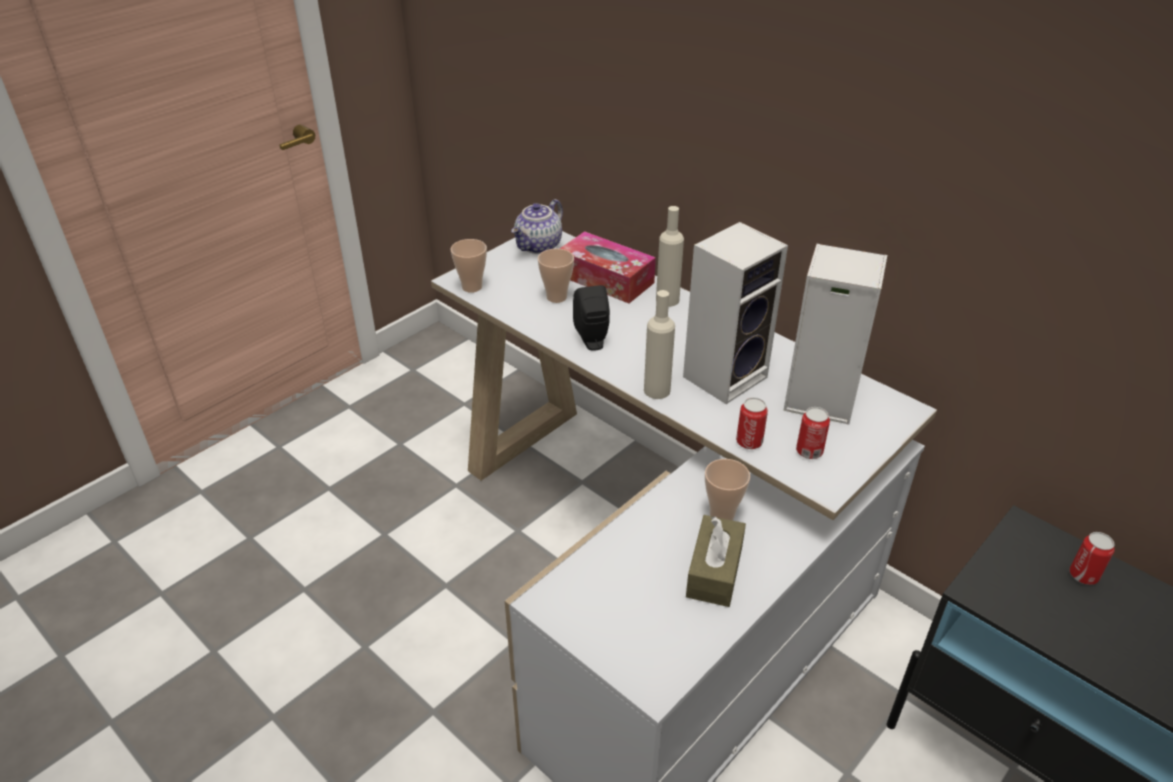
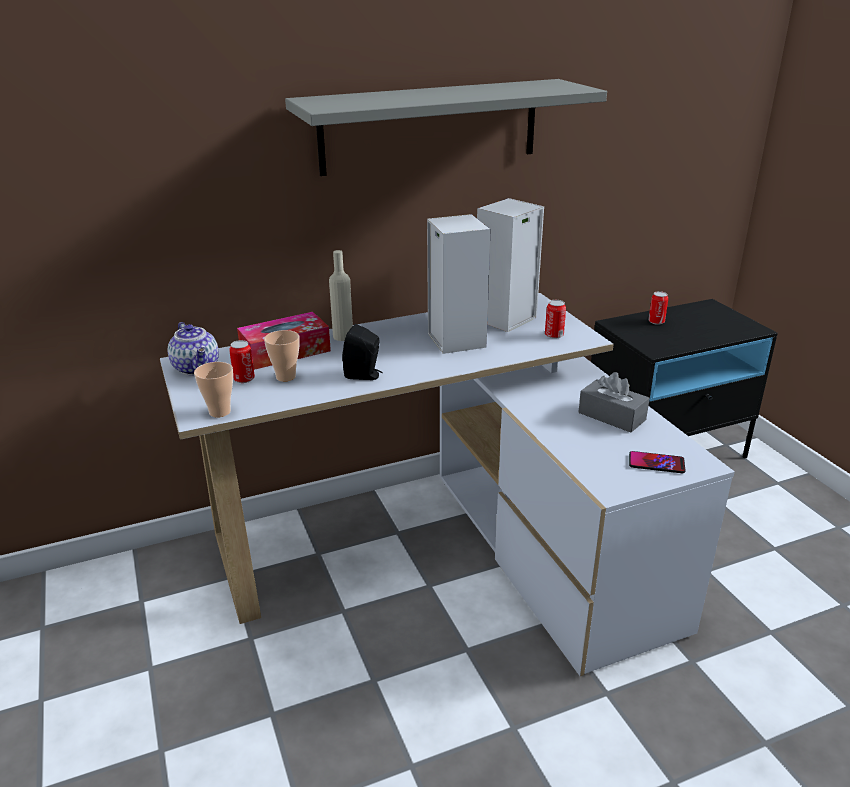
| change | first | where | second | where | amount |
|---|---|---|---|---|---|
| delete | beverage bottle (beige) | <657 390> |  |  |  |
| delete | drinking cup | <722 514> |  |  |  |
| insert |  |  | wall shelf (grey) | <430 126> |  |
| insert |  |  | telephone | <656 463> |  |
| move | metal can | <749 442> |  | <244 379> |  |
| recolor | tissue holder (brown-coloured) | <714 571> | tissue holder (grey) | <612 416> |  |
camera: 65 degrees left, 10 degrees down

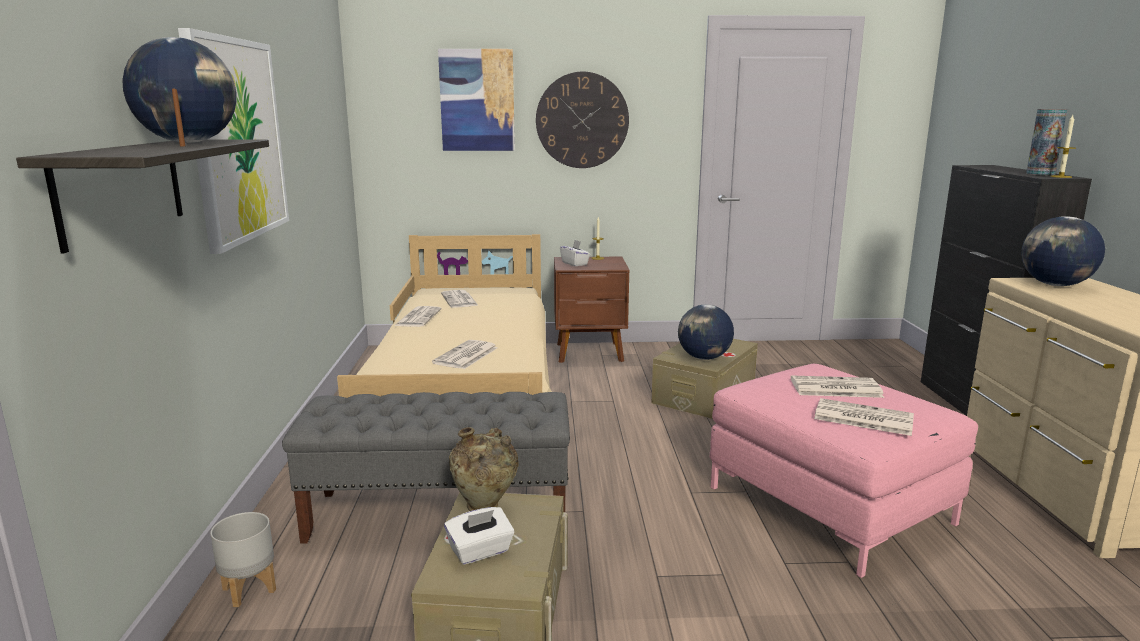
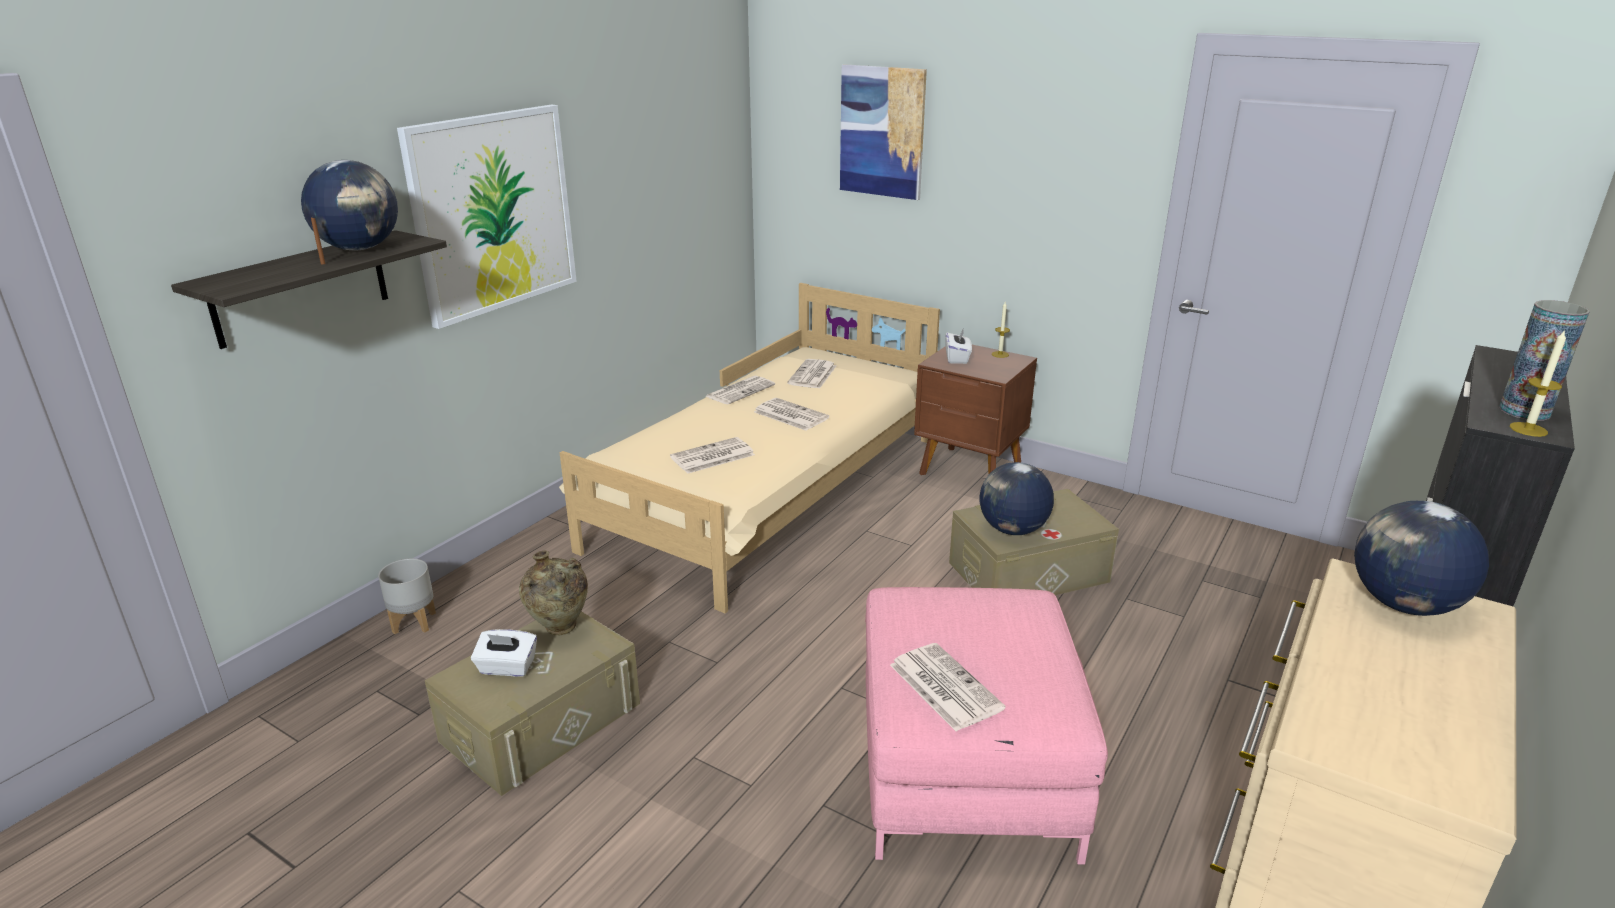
| change | first | where | second | where | amount |
|---|---|---|---|---|---|
| delete | bench (grey) | <440 514> |  |  |  |
| delete | clock on the wall | <582 120> |  |  |  |
| move | printed paper | <834 388> |  | <789 415> |  |
camera: 35 degrees right, 10 degrees up

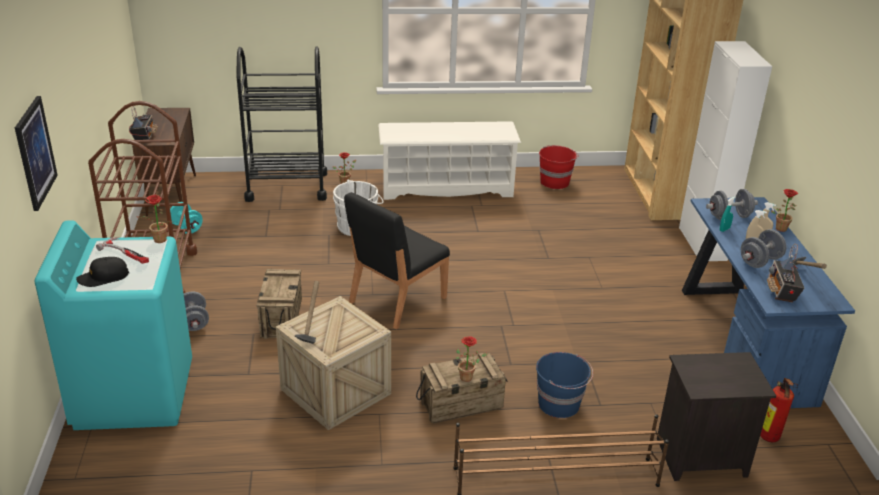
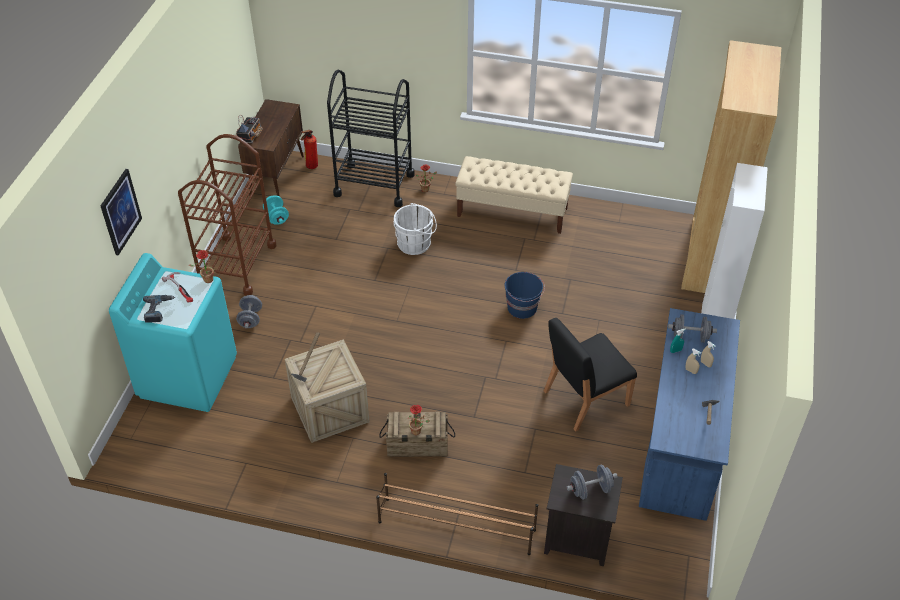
| change | first | where | second | where | amount |
|---|---|---|---|---|---|
| delete | shipping crate | <281 318> |  |  |  |
| delete | water bucket (red) | <555 182> |  |  |  |
| delete | radio receiver | <782 292> |  |  |  |
| delete | potted plant | <780 227> |  |  |  |
| move | plain chair (black) | <396 300> |  | <585 398> |  |
| move | water bucket (blue) | <559 404> |  | <522 308> |  |
| move | free weight (grey) | <760 261> |  | <590 489> |  |
| move | fire-fighting cylinder | <769 439> |  | <310 167> |  |
| replace | baseball cap (black) | <103 277> | electric drill | <158 310> |  |
| replace | shoe shelf (whitish) | <447 187> | bench (beige) | <512 212> |  |
camera: 20 degrees right, 15 degrees up

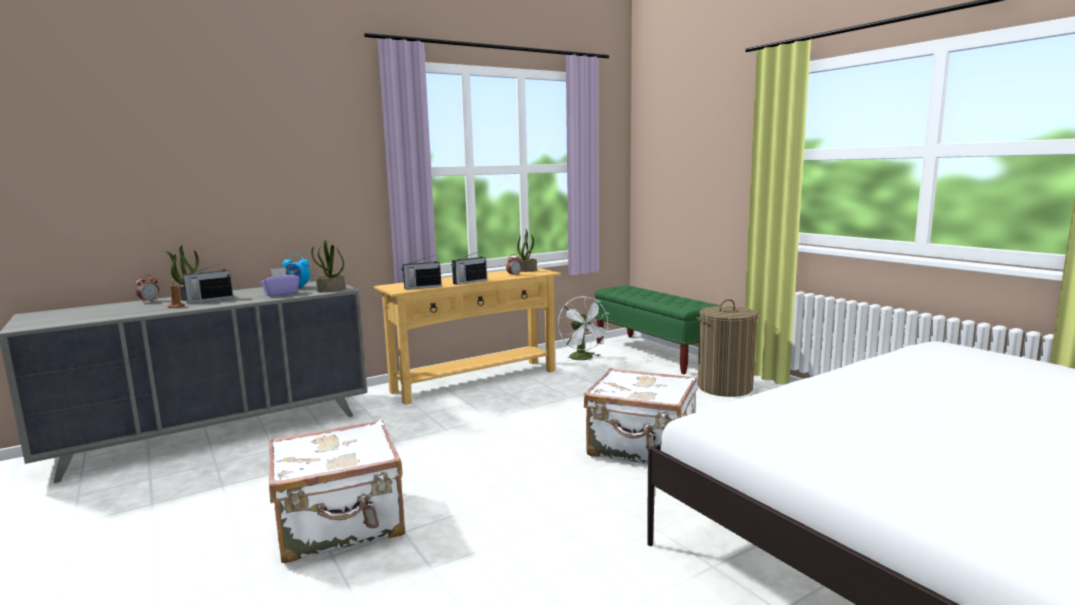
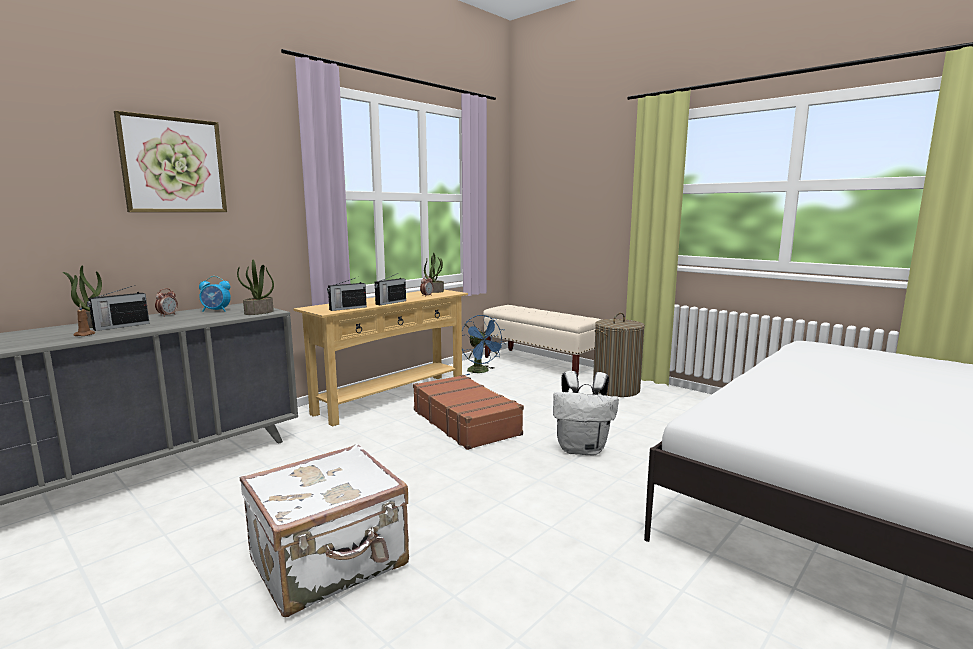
| change | first | where | second | where | amount |
|---|---|---|---|---|---|
| delete | tissue holder (purple) | <281 294> |  |  |  |
| insert |  |  | wall picture | <173 165> |  |
| insert |  |  | suitcase (brown-coloured) | <466 422> |  |
| move | alarm clock | <149 301> |  | <167 315> |  |
| replace | suitcase (whitish) | <642 448> | rucksack (whitish) | <582 449> |  |
| recolor | electric fan (whitish) | <584 359> | electric fan (blue) | <481 371> |  |
| recolor | bench (green-coloured) | <654 354> | bench (beige) | <540 364> |  |
camera: 15 degrees left, 0 degrees up

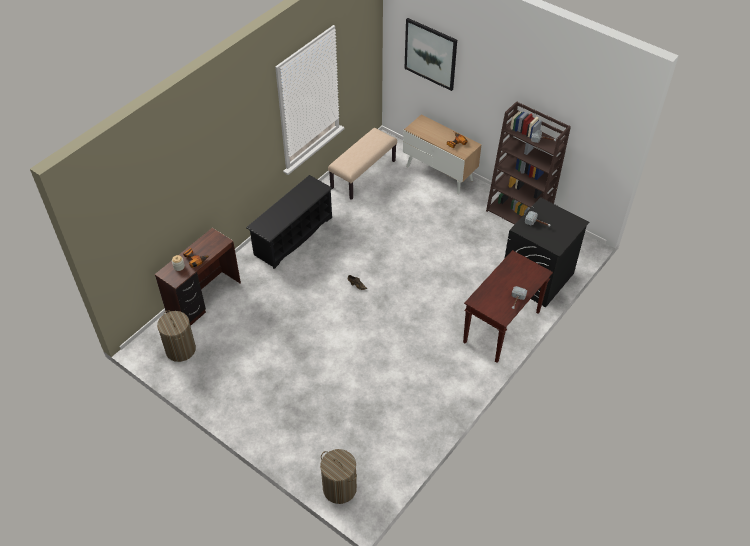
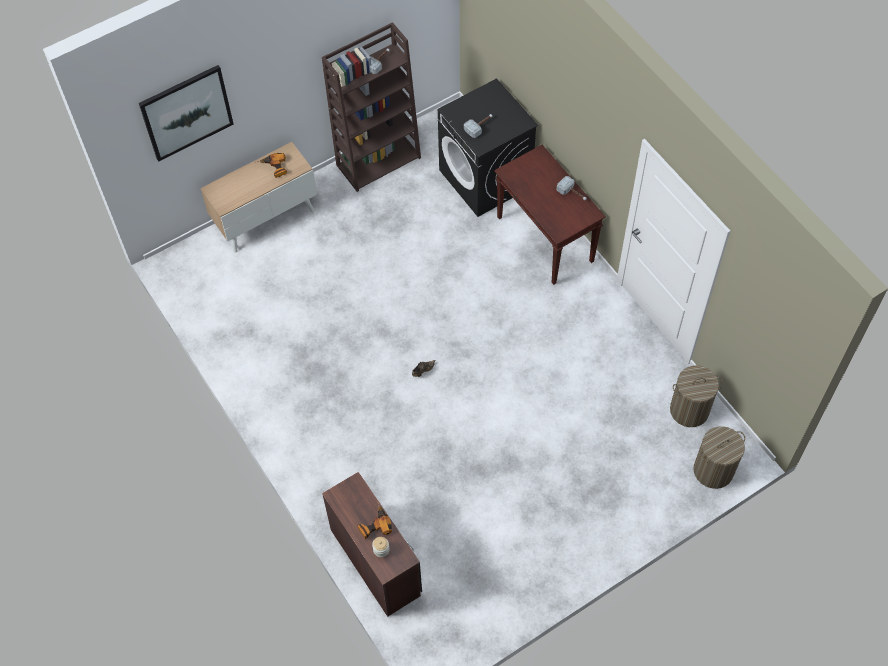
| change | first | where | second | where | amount |
|---|---|---|---|---|---|
| delete | shoe shelf (black) | <293 236> |  |  |  |
| delete | bench (beige) | <363 174> |  |  |  |
| move | washing basket | <180 349> |  | <689 410> |  |
camera: 70 degrees left, 10 degrees up

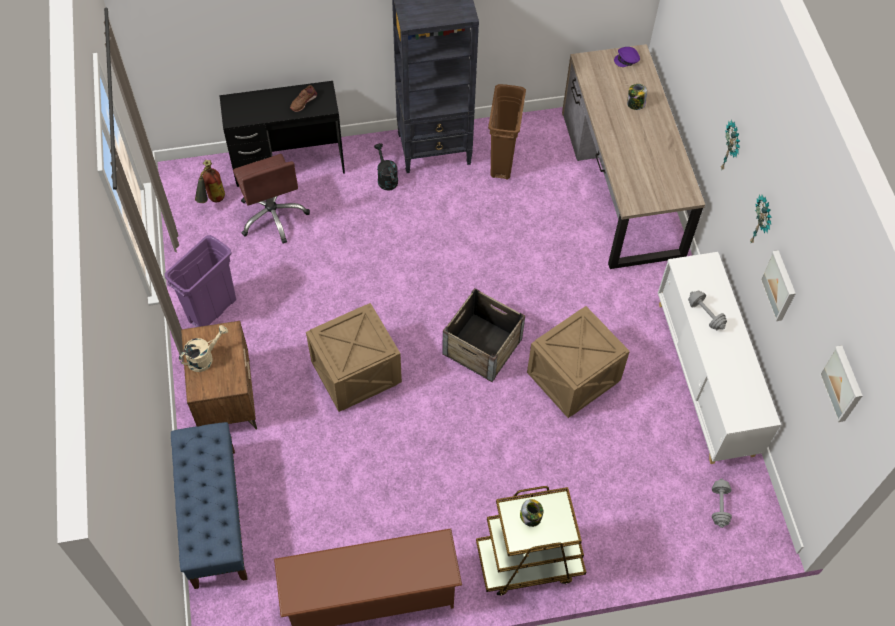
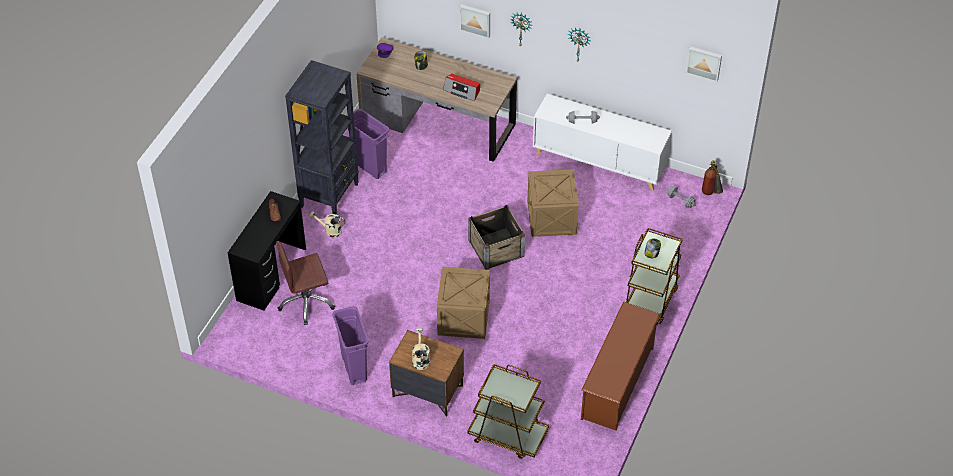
| change | first | where | second | where | amount |
|---|---|---|---|---|---|
| insert |  |  | radio receiver | <462 90> |  |
| move | fire-fighting cylinder | <213 201> |  | <710 195> |  |
| move | wall picture | <780 285> |  | <475 20> |  |
| replace | bench (blue) | <215 516> | wheeled cart (brown-coloured) | <507 435> |  |
| recolor | watering can (black) | <386 178> | watering can (beige) | <330 230> |  |
| recolor | waste bin (brown-coloured) | <502 160> | waste bin (purple) | <369 167> |  |
| rotate | desk chair (brown-coloured) | <273 216> |  | <306 302> | 150 degrees clockwise |
camera: 55 degrees left, 10 degrees down

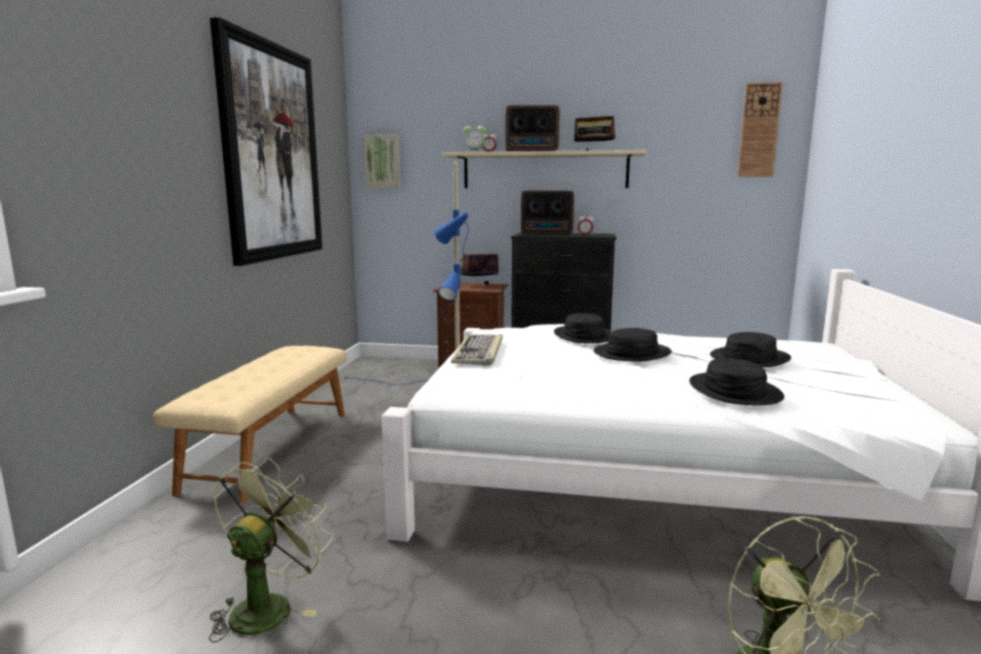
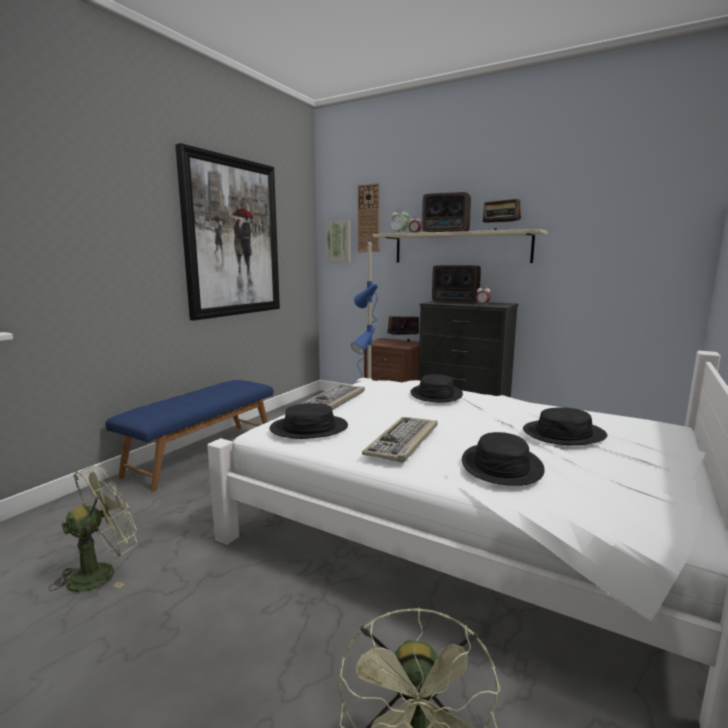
| change | first | where | second | where | amount |
|---|---|---|---|---|---|
| insert |  |  | PC keyboard | <403 441> |  |
| move | clothing hat (black) | <632 353> |  | <309 428> |  |
| move | clock on the wall | <759 130> |  | <369 218> |  |
| recolor | bench (beige) | <270 448> | bench (blue) | <202 454> |  |
camera: 20 degrees right, 0 degrees up

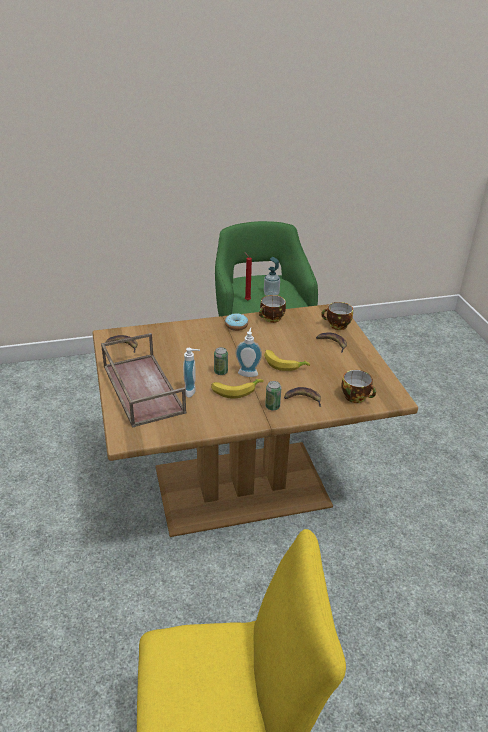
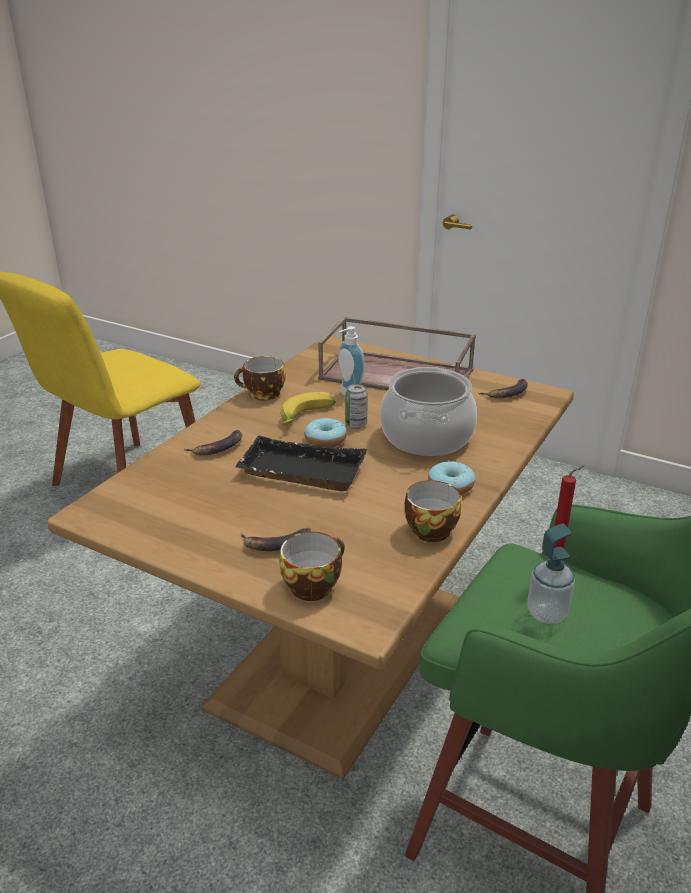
| change | first | where | second | where | amount |
|---|---|---|---|---|---|
| delete | metal can | <272 407> |  |  |  |
| insert |  |  | cooking pot | <426 436> |  |
| move | drinking cup | <356 397> |  | <263 395> |  |
| replace | liquid soap bottle | <248 372> | doughnut | <325 440> |  |
| replace | banana | <284 364> | carrying tray (black) | <299 473> |  |
camera: 135 degrees right, 5 degrees down

